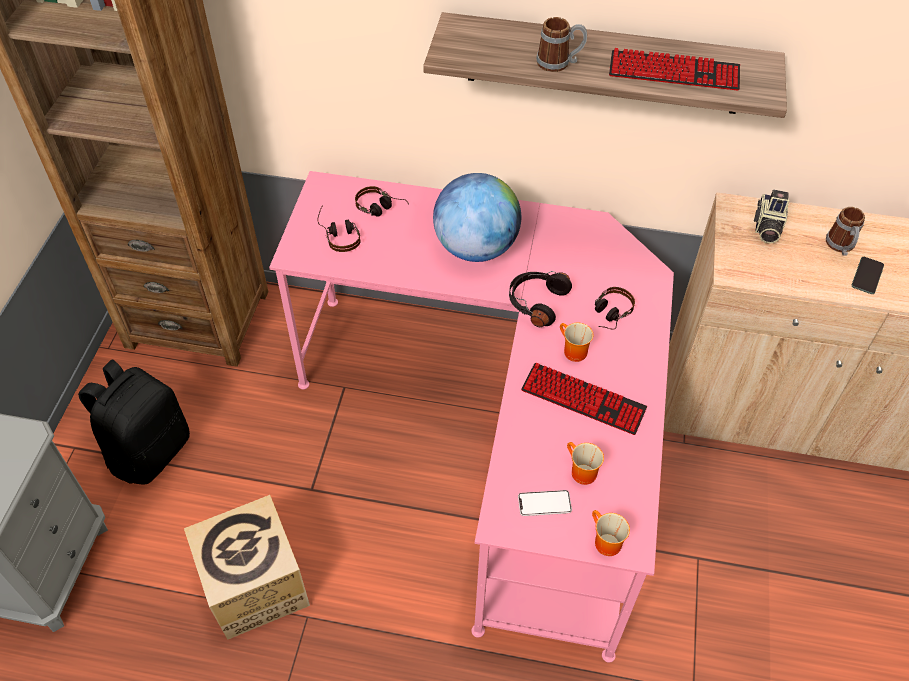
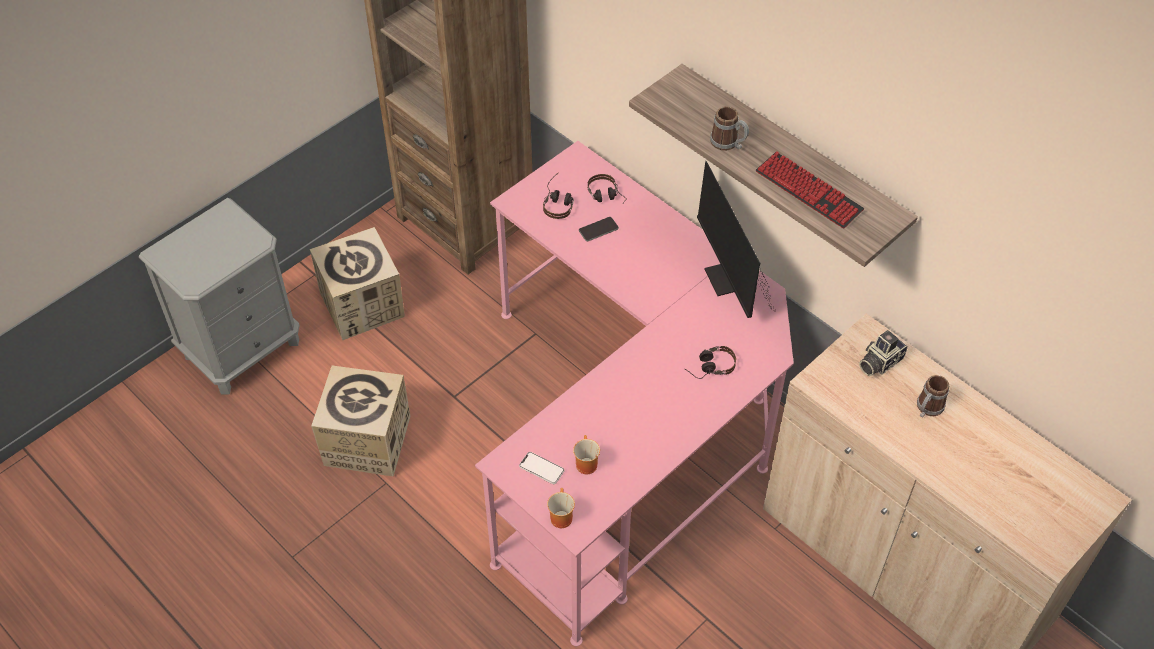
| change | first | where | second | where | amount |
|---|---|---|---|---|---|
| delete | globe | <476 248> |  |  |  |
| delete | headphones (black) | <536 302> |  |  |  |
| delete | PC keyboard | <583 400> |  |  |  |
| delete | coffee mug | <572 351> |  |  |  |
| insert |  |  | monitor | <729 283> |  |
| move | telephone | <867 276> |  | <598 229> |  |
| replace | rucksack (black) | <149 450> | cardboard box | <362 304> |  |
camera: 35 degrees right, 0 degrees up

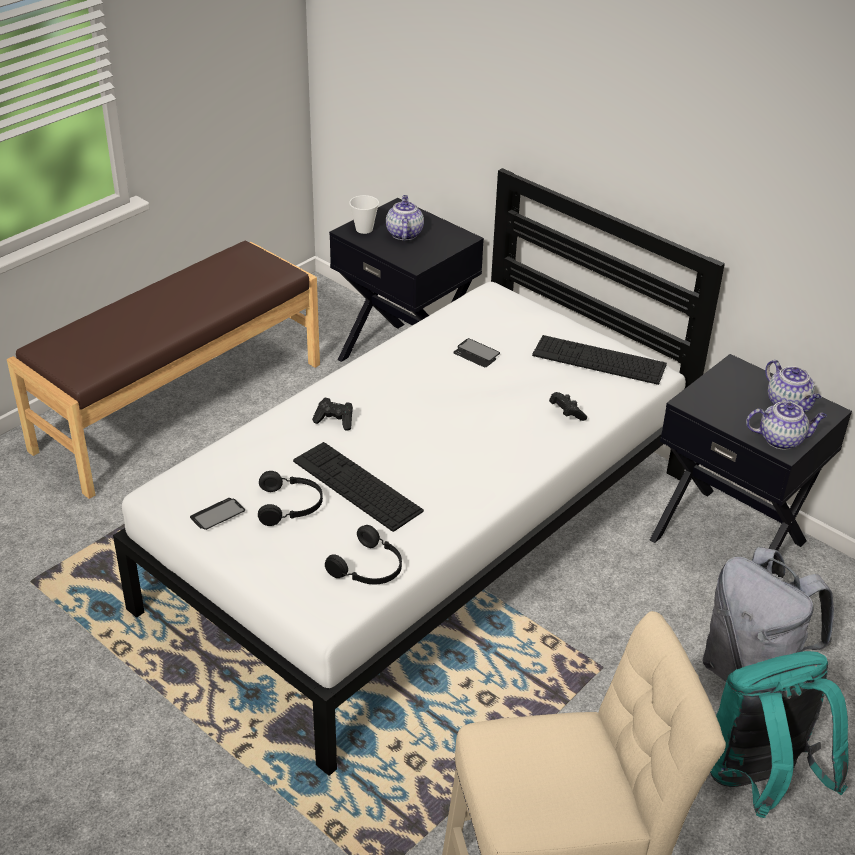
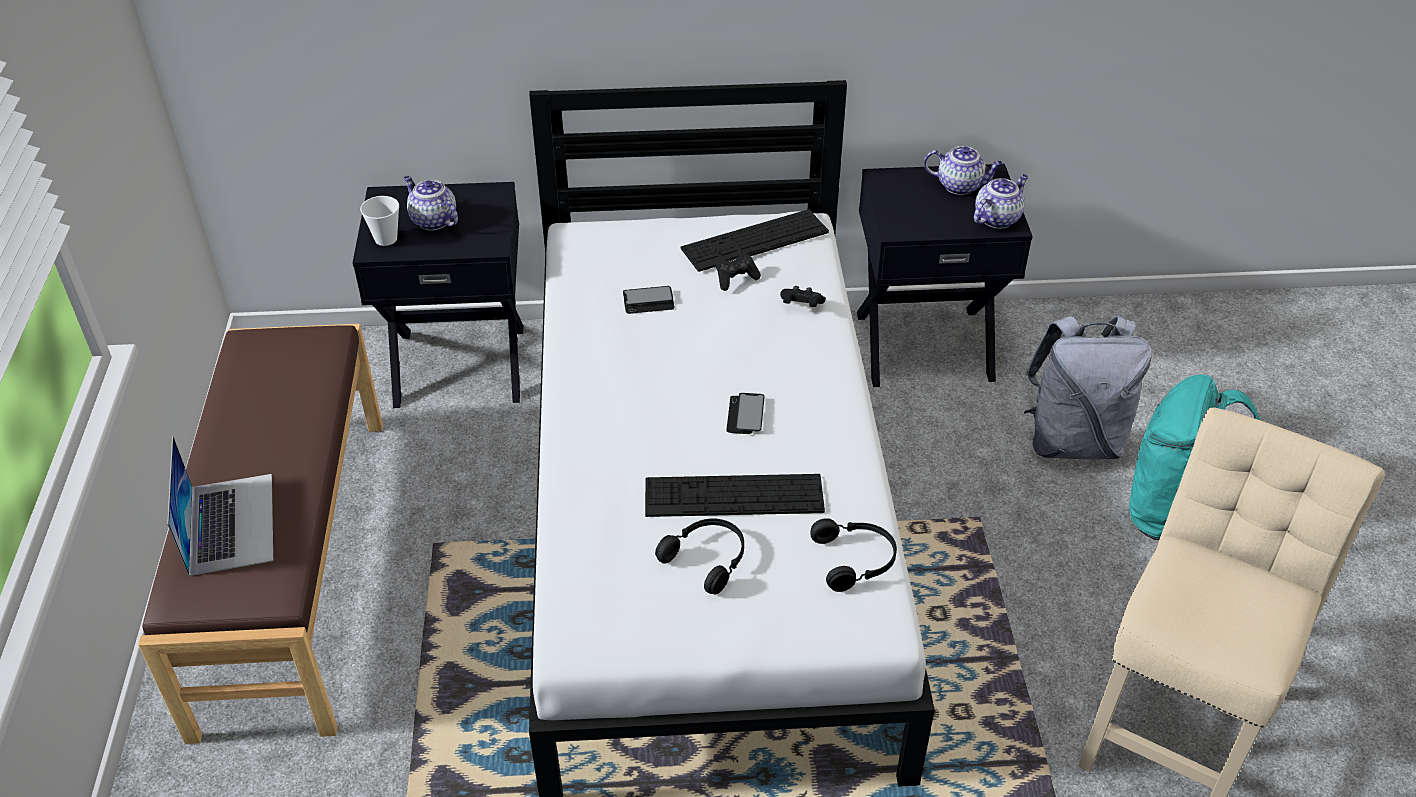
| change | first | where | second | where | amount |
|---|---|---|---|---|---|
| insert |  |  | laptop | <230 523> |  |
| move | telephone | <217 515> |  | <745 415> |  |
| move | gamepad (black) | <335 421> |  | <736 278> |  |
camera: 45 degrees left, 5 degrees up

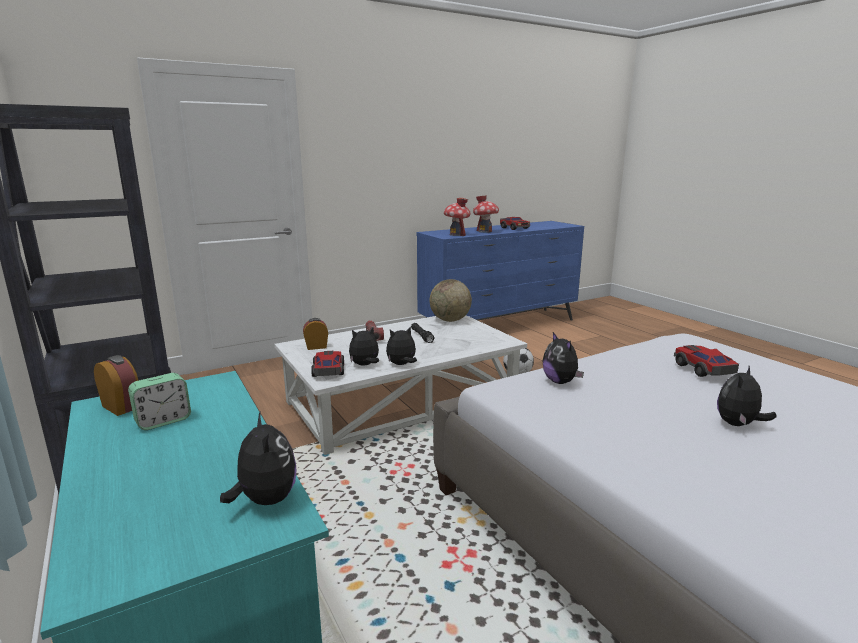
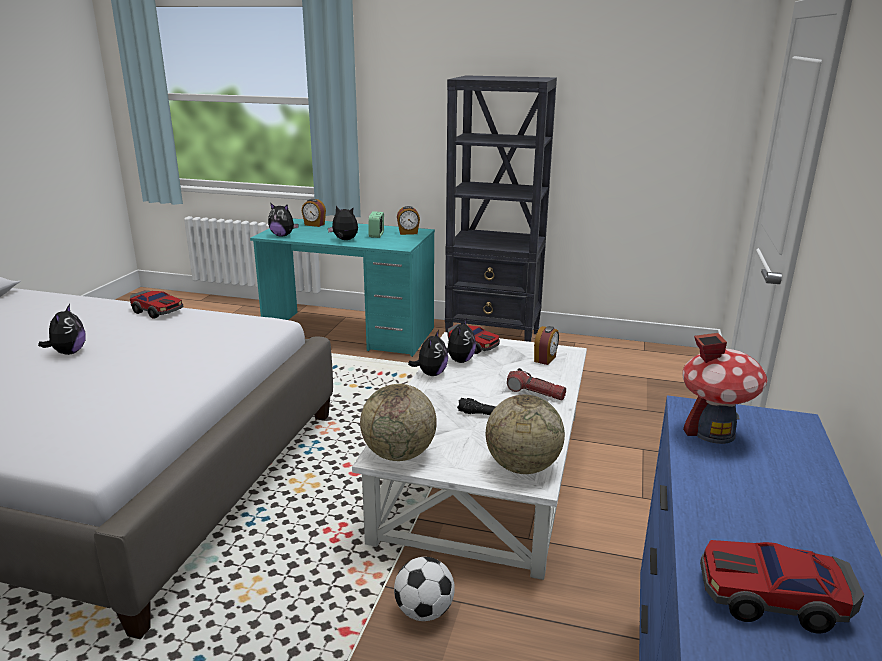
| change | first | where | second | where | amount |
|---|---|---|---|---|---|
| delete | miniature house | <485 231> |  |  |  |
| insert |  |  | alarm clock | <314 225> |  |
| insert |  |  | globe | <399 454> |  |
| move | cuddly toy | <560 381> |  | <344 240> |  |
| move | miniature car | <703 369> |  | <157 311> |  |
camera: 135 degrees right, 5 degrees up

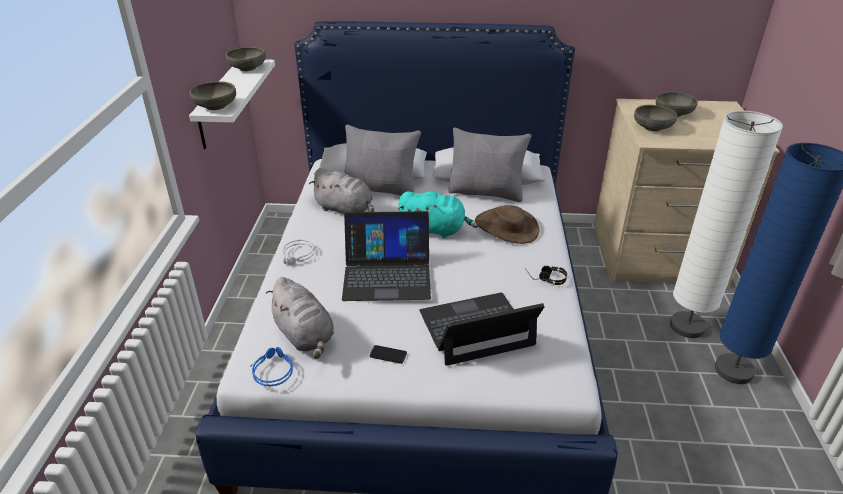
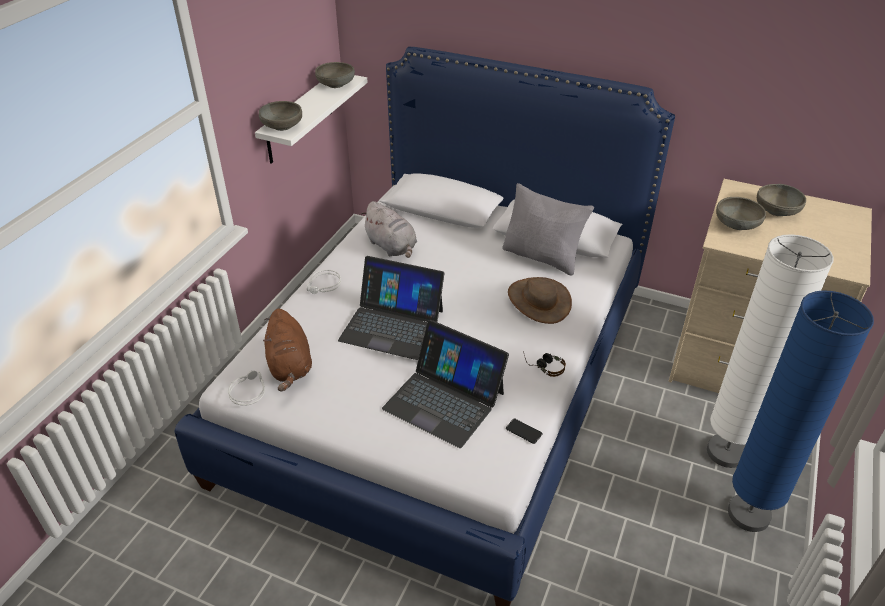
| change | first | where | second | where | amount |
|---|---|---|---|---|---|
| delete | throw pillow (grey) | <381 189> |  |  |  |
| delete | cuddly toy (turquoise-coloured) | <435 230> |  |  |  |
| move | telephone | <388 355> |  | <523 431> |  |
| recolor | headphones (blue) | <272 370> | headphones (grey) | <248 390> |  |
| recolor | cuddly toy (grey) | <305 336> | cuddly toy (brown-coloured) | <290 366> |  |
| rotate | laptop | <476 329> |  | <444 400> | 150 degrees counterclockwise |
camera: 20 degrees right, 5 degrees up

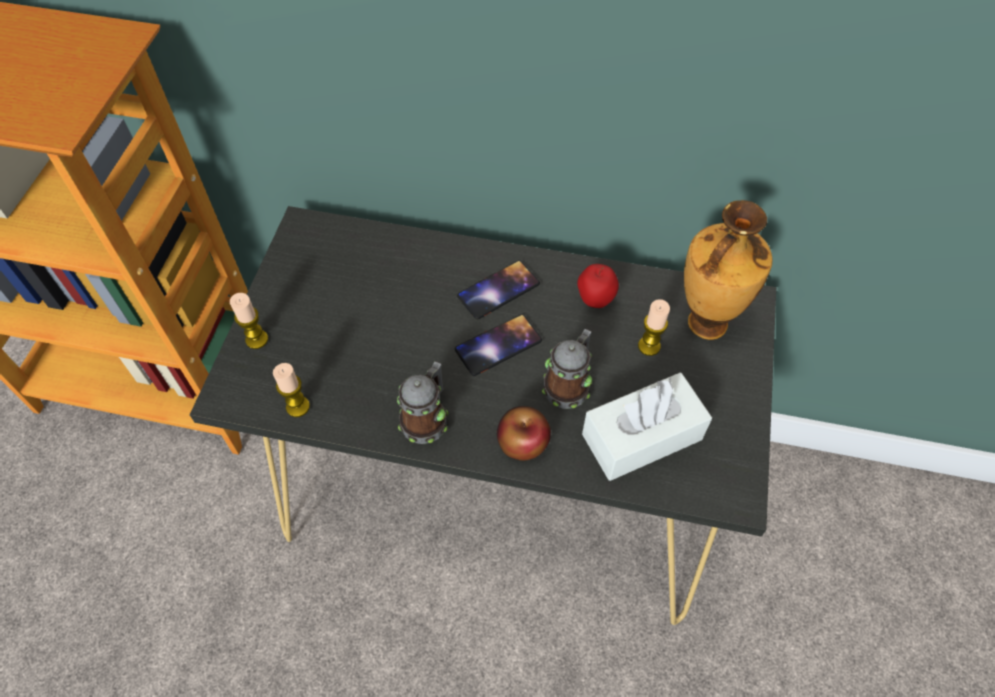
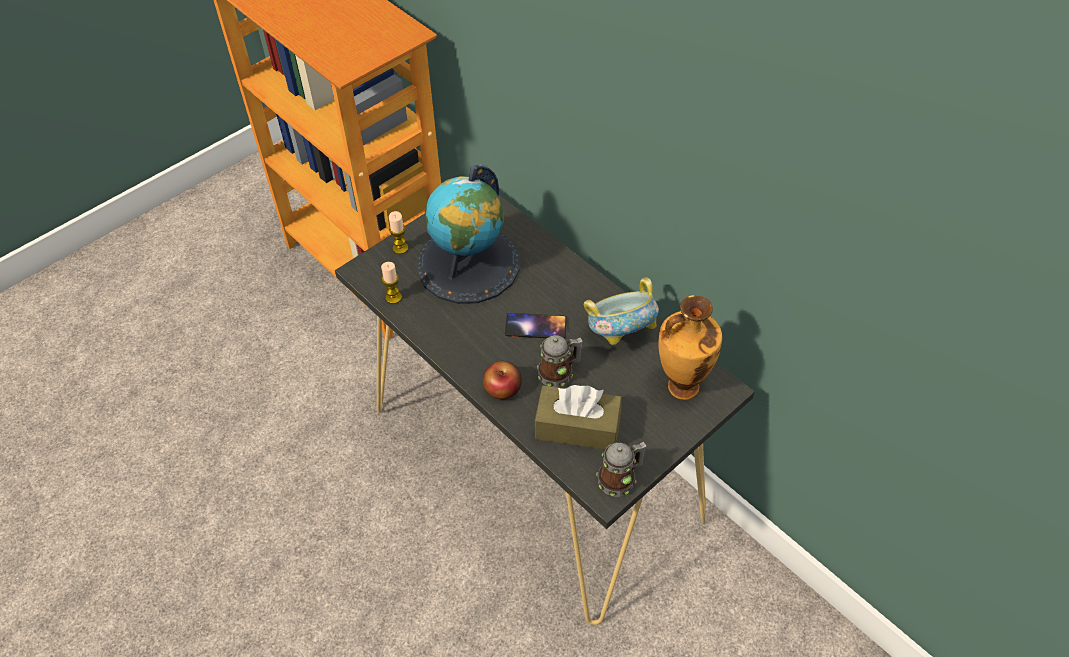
| change | first | where | second | where | amount |
|---|---|---|---|---|---|
| delete | telephone | <498 290> |  |  |  |
| delete | candle | <649 346> |  |  |  |
| insert |  |  | globe | <468 264> |  |
| move | coffee mug | <426 418> |  | <620 478> |  |
| replace | apple fruit | <595 300> | bowl | <620 333> |  |
| recolor | tissue holder (whitish) | <642 437> | tissue holder (brown-coloured) | <577 427> |  |
camera: 35 degrees right, 5 degrees down

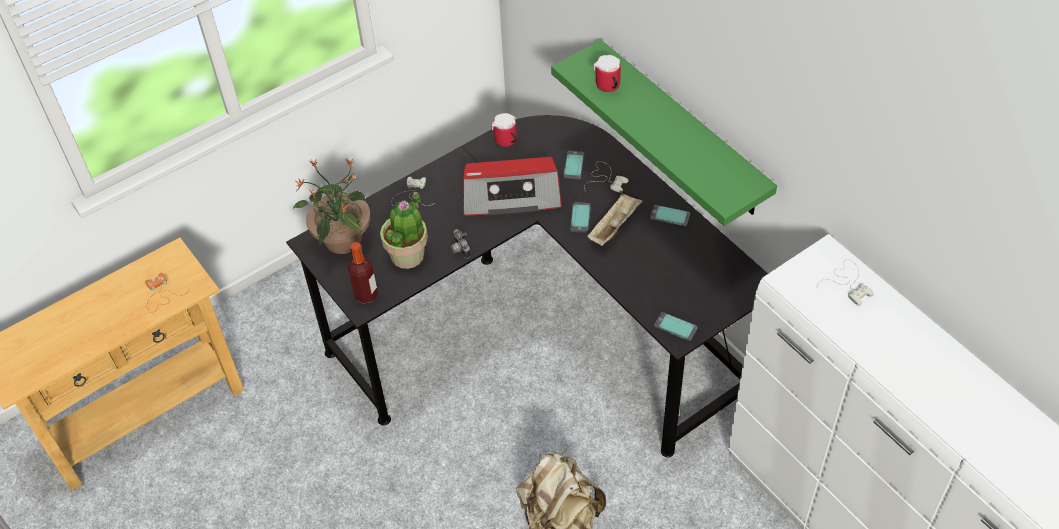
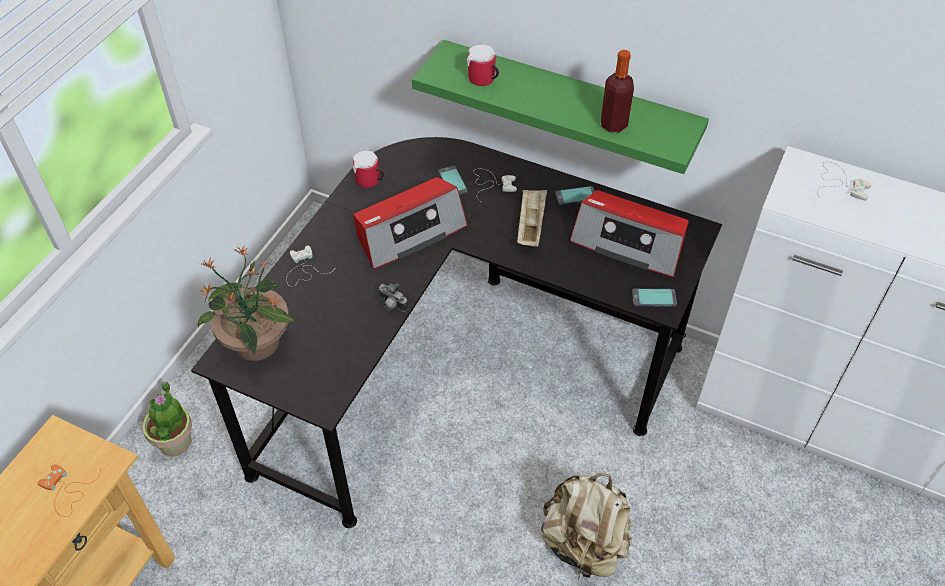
| change | first | where | second | where | amount |
|---|---|---|---|---|---|
| delete | telephone | <580 218> |  |  |  |
| insert |  |  | radio receiver | <629 243> |  |
| move | beverage bottle | <366 295> |  | <613 124> |  |
| move | potted plant | <408 255> |  | <175 441> |  |
camera: 30 degrees left, 0 degrees up

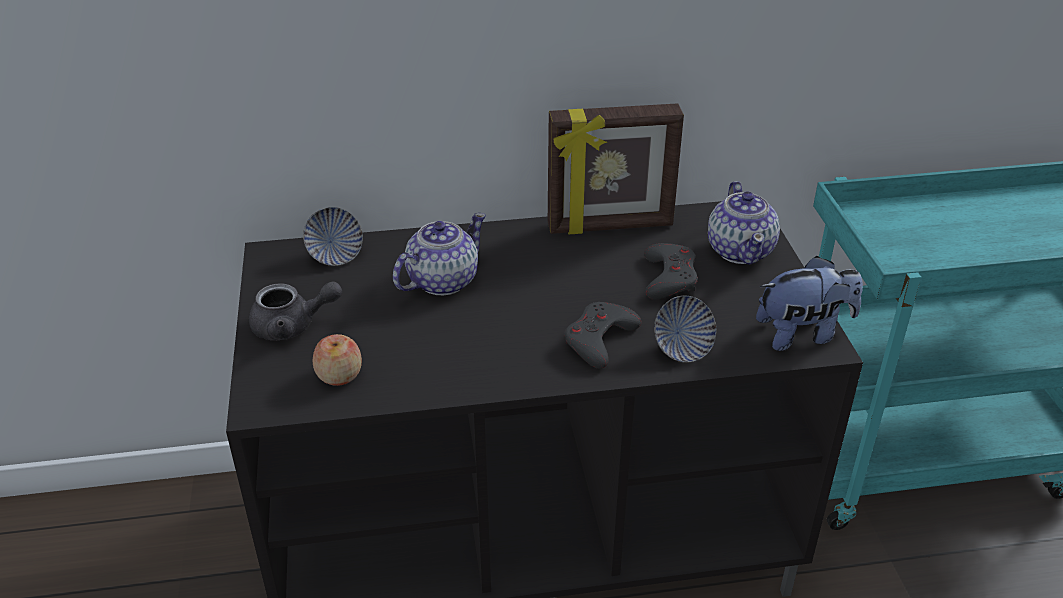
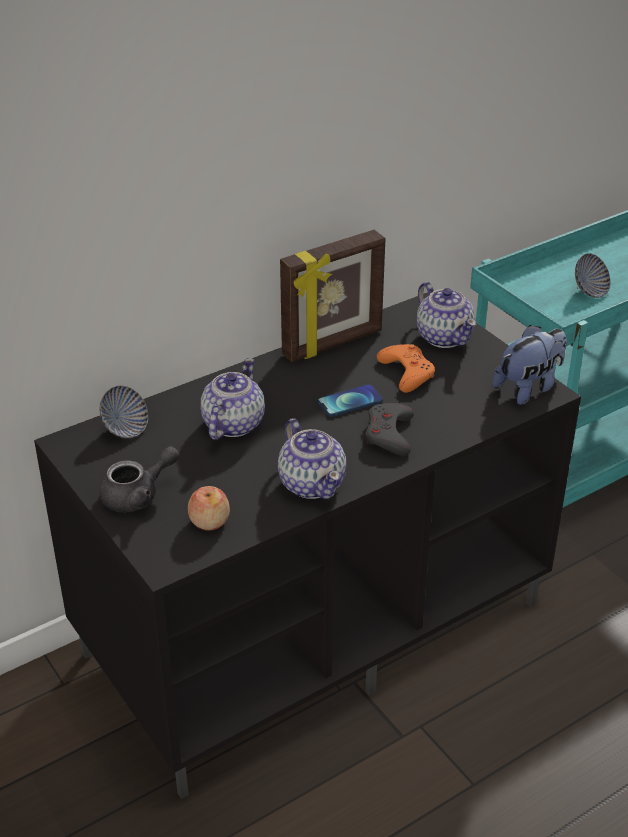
| change | first | where | second | where | amount |
|---|---|---|---|---|---|
| insert |  |  | teapot | <312 483> |  |
| insert |  |  | telephone | <350 401> |  |
| move | bowl | <682 348> |  | <590 291> |  |
| recolor | gamepad (grey) | <669 277> | gamepad (orangey) | <407 372> |  |
camera: 25 degrees left, 0 degrees up

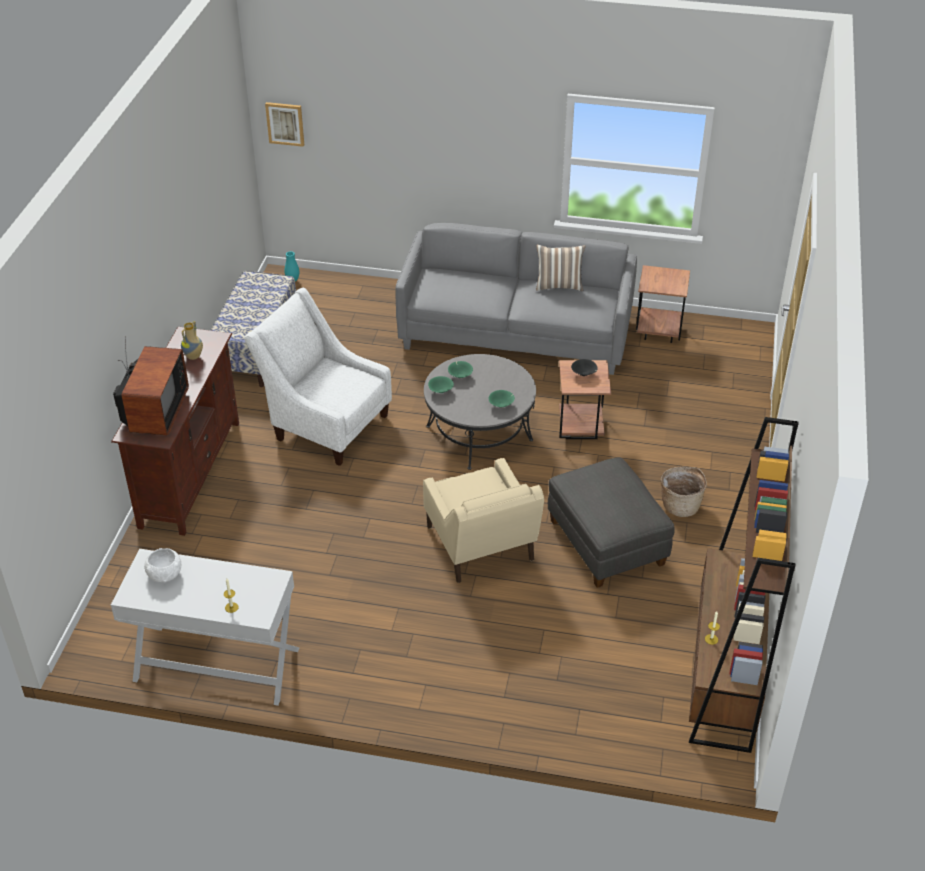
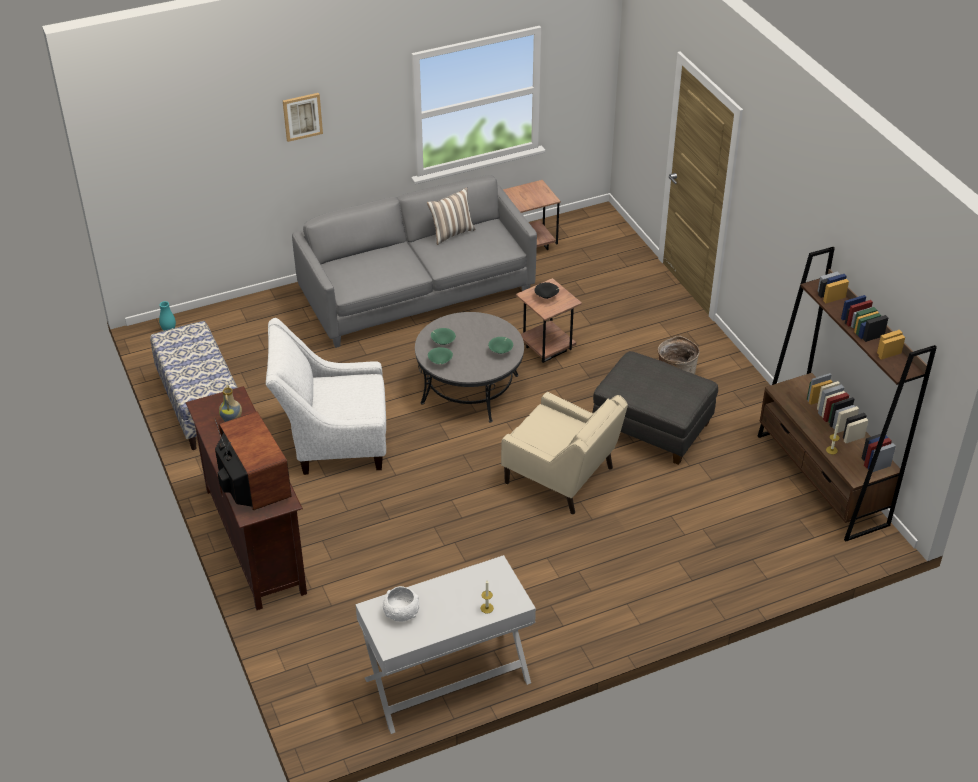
| change | first | where | second | where | amount |
|---|---|---|---|---|---|
| move | wall picture | <285 123> |  | <302 116> |  |
camera: 35 degrees left, 0 degrees up

